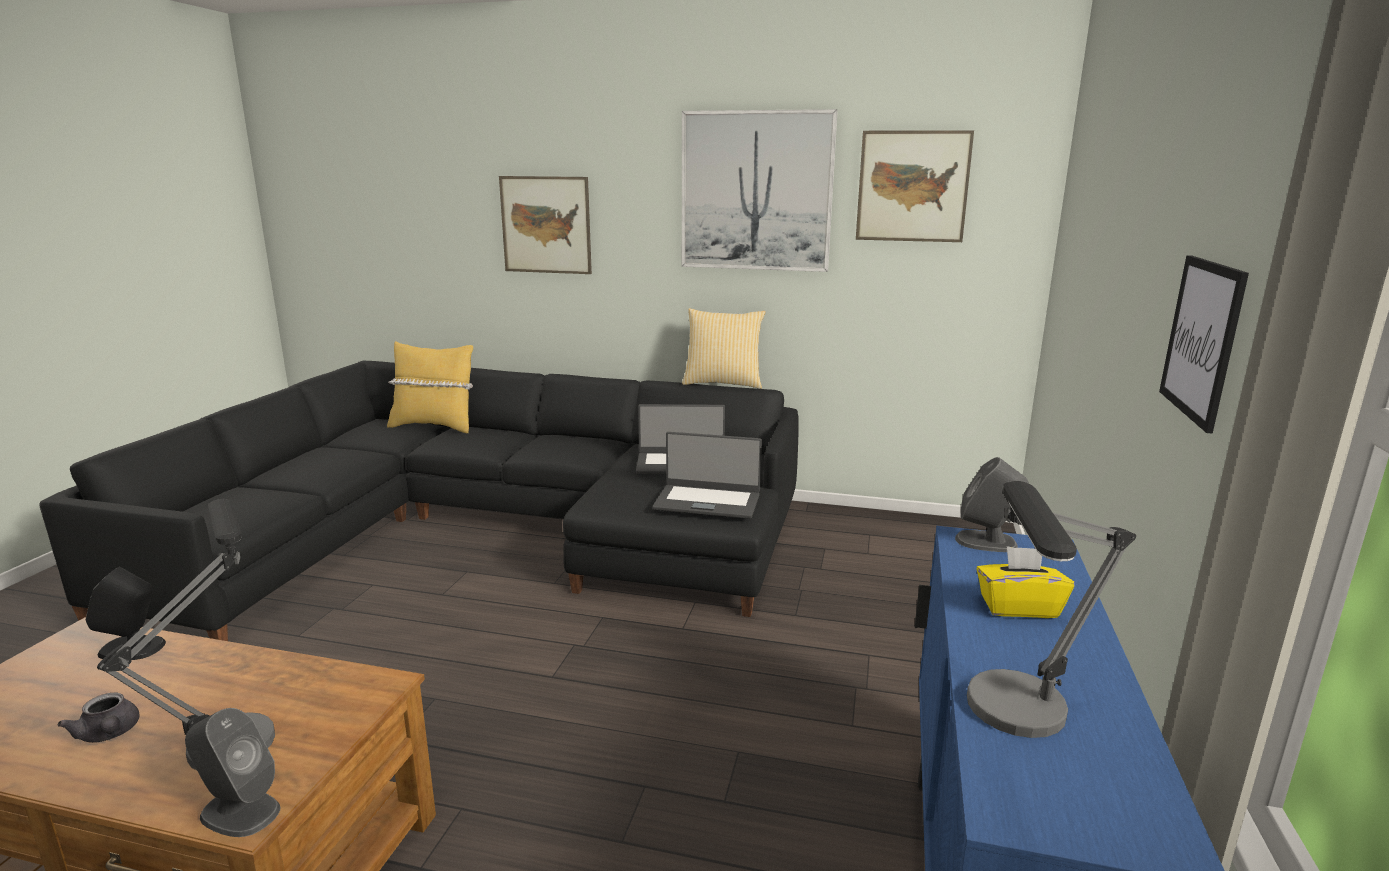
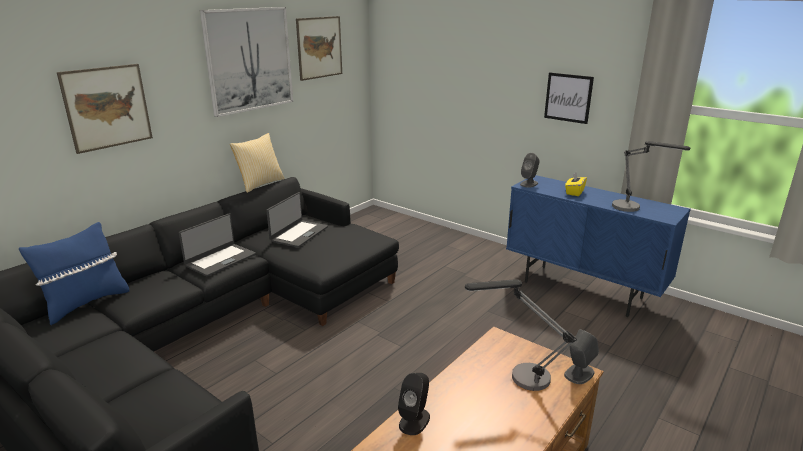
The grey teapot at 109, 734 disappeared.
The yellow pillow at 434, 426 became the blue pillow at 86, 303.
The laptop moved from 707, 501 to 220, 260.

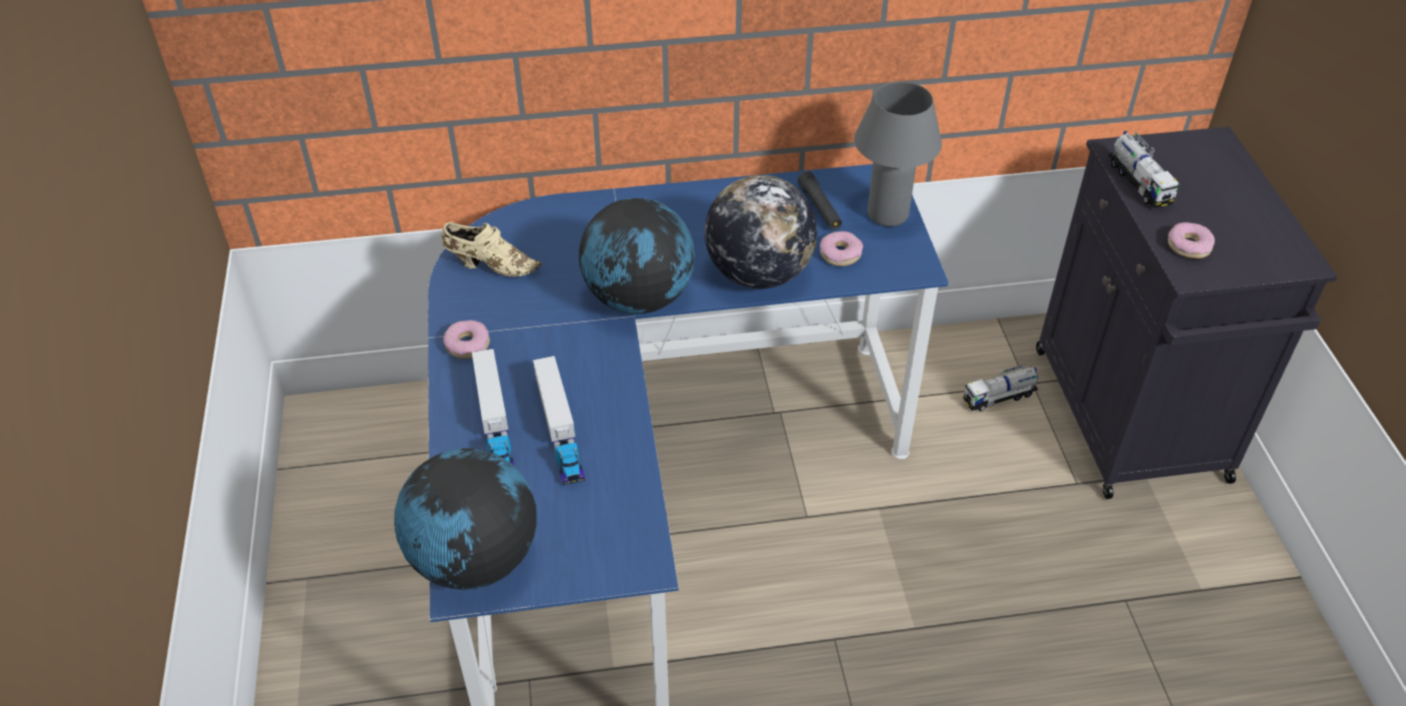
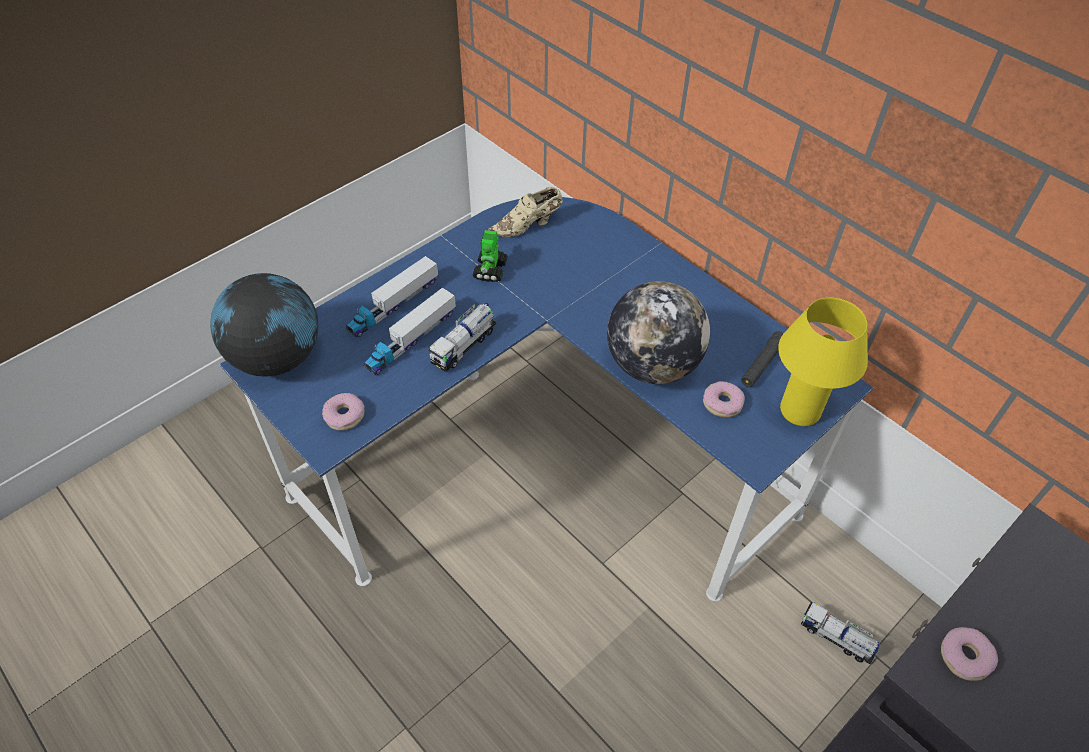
The beige shoe at 490, 265 turned 90 degrees clockwise.
The donut moved from 468, 345 to 344, 415.
The globe at 639, 298 disappeared.
The grey table lamp at 887, 214 became the yellow table lamp at 799, 411.
The toy truck moved from 1138, 183 to 464, 346.
The toy robot at 490, 270 appeared.

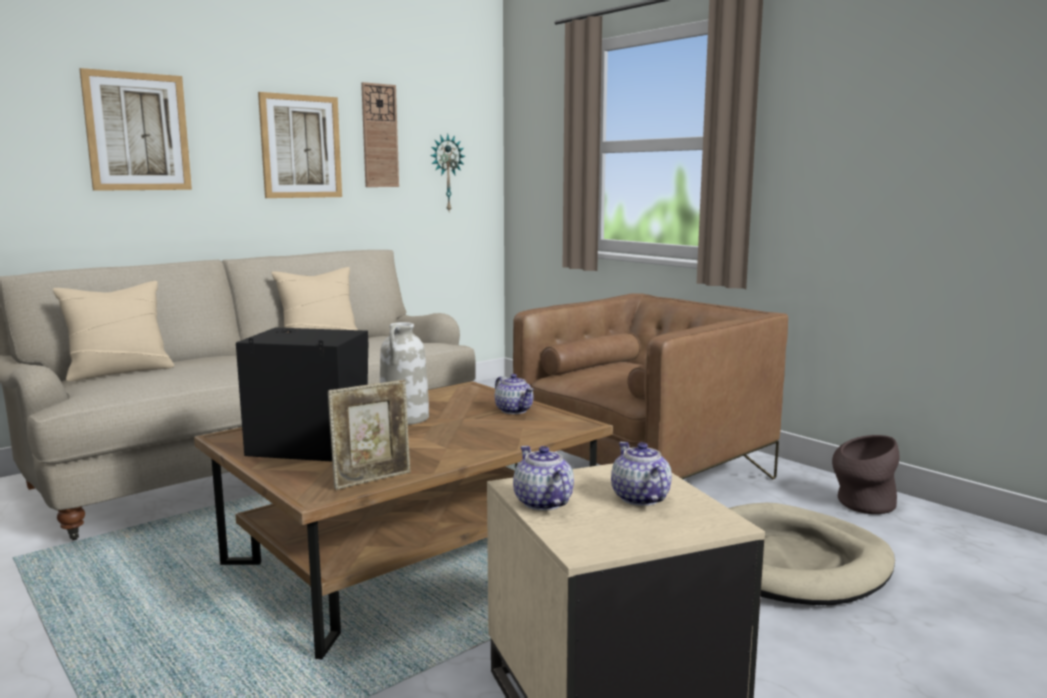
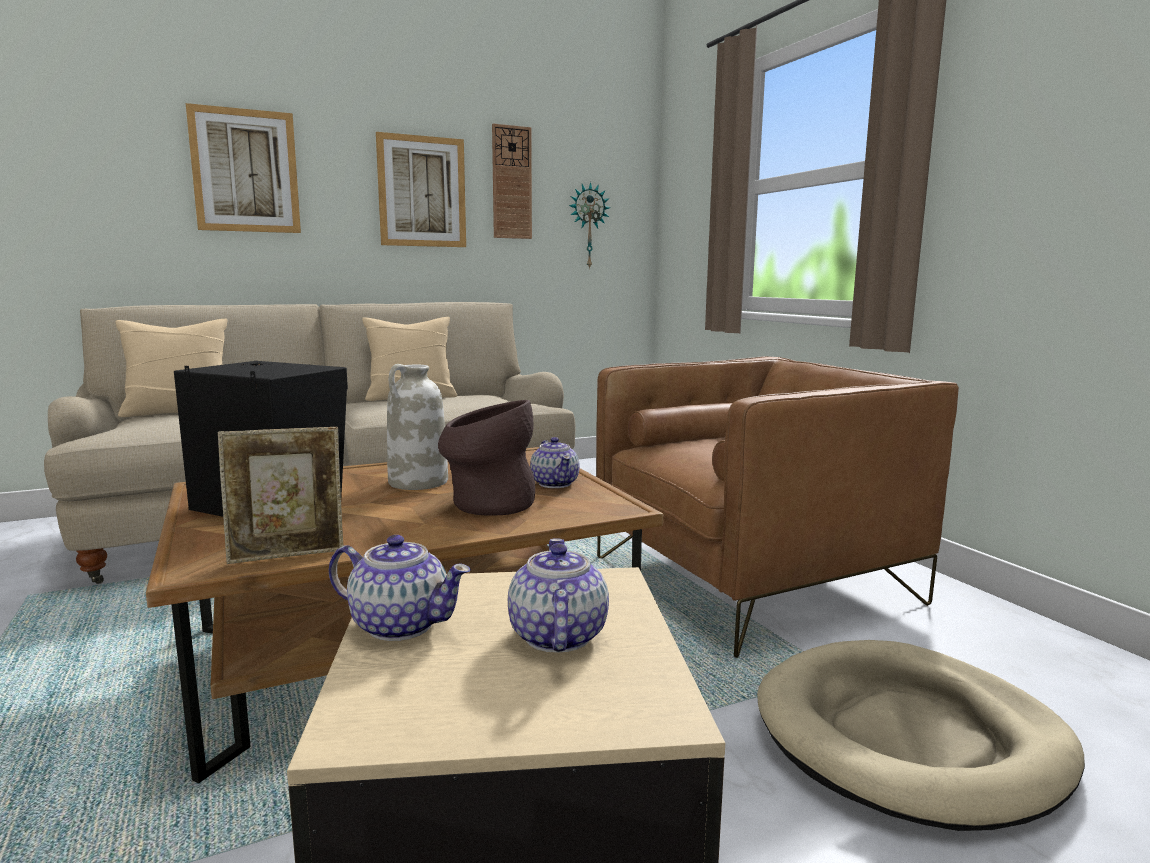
The teapot at 543, 503 turned 120 degrees clockwise.
The brown vase moved from 861, 505 to 487, 504.

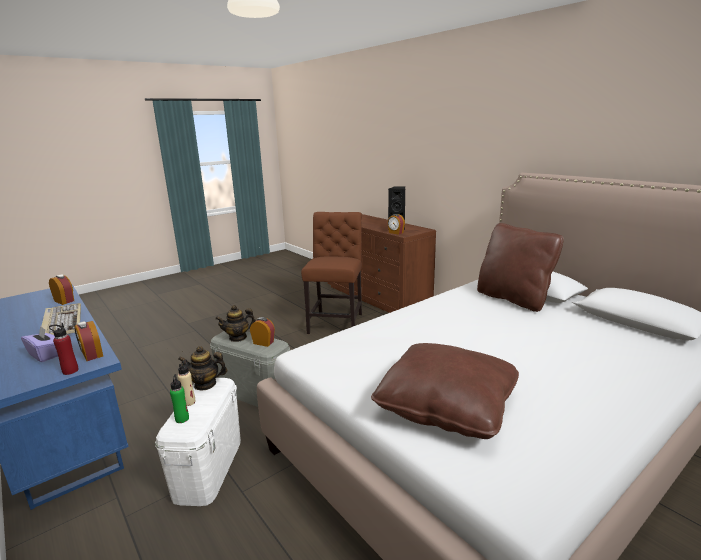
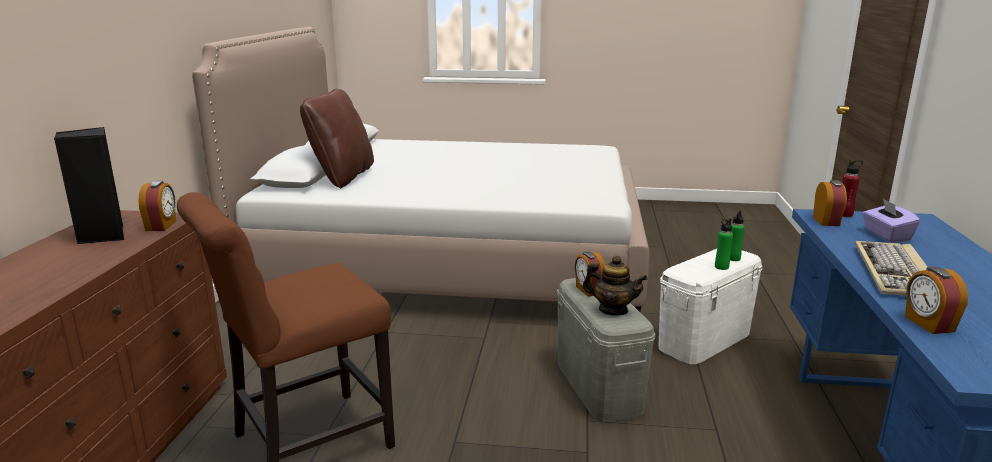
The teapot at 205, 384 disappeared.
The beige bottle at 189, 402 became the green bottle at 721, 267.
The brown pillow at 446, 406 disappeared.

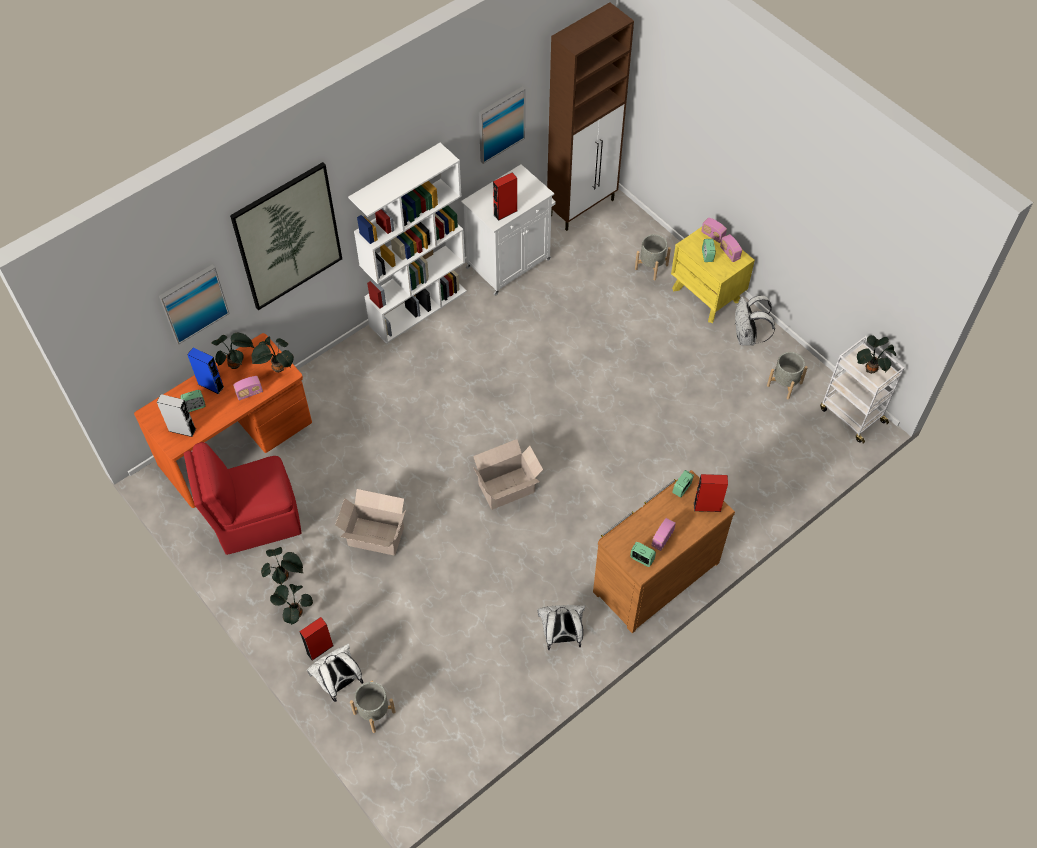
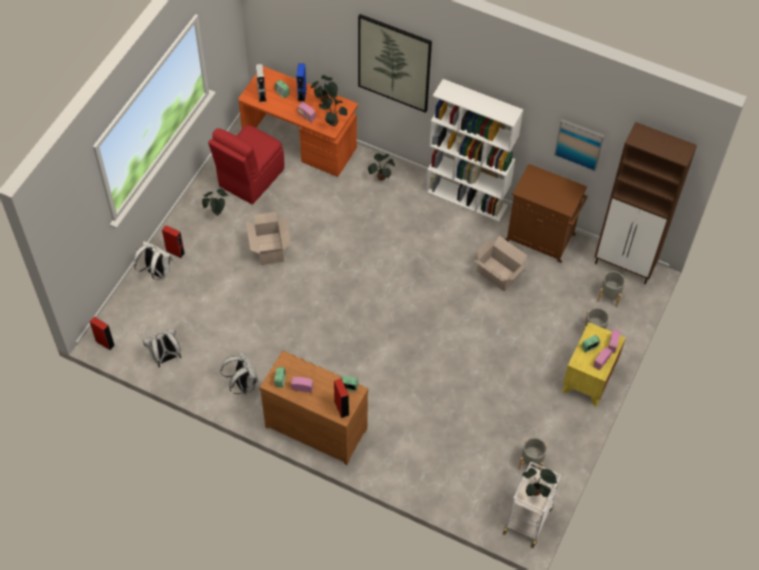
The picture at 194, 303 disappeared.
The red chair at 255, 520 turned 105 degrees counterclockwise.
The potted plant moved from 295, 613 to 381, 176.
The grey planter moved from 374, 712 to 609, 296.
The white cabinet at 509, 262 became the brown cabinet at 541, 238.
The cardboard box moved from 508, 488 to 498, 275.
The red speaker moved from 505, 213 to 105, 343.
The white backpack moved from 747, 337 to 166, 357.

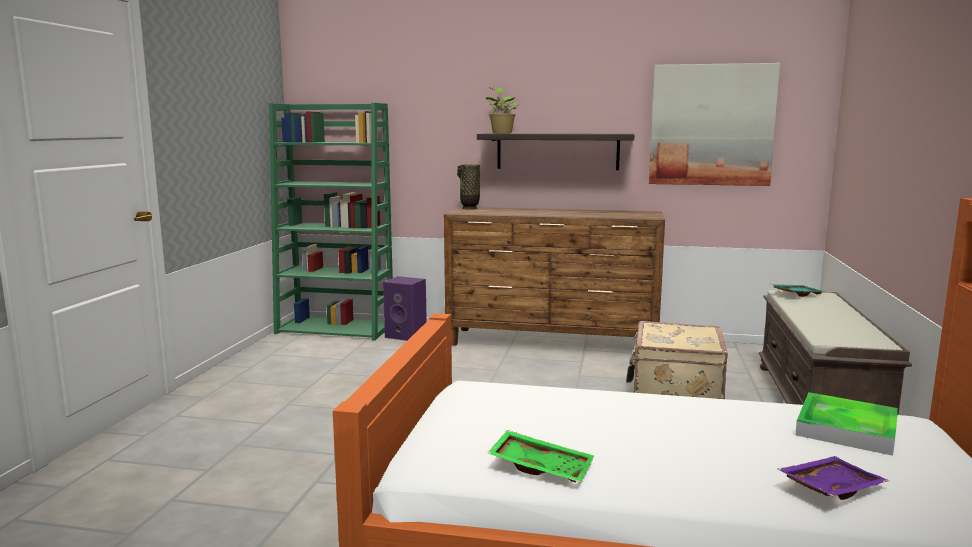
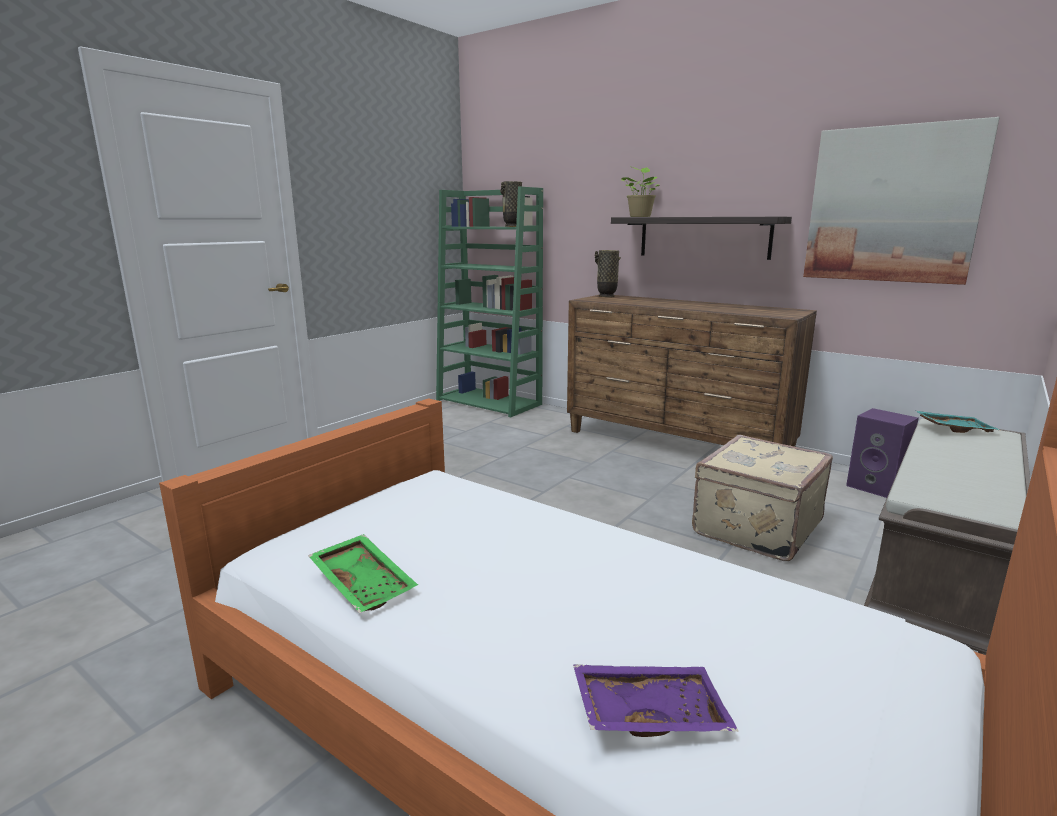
The purple speaker moved from 407, 335 to 877, 487.
The tray at 846, 429 disappeared.
The vase at 512, 226 appeared.

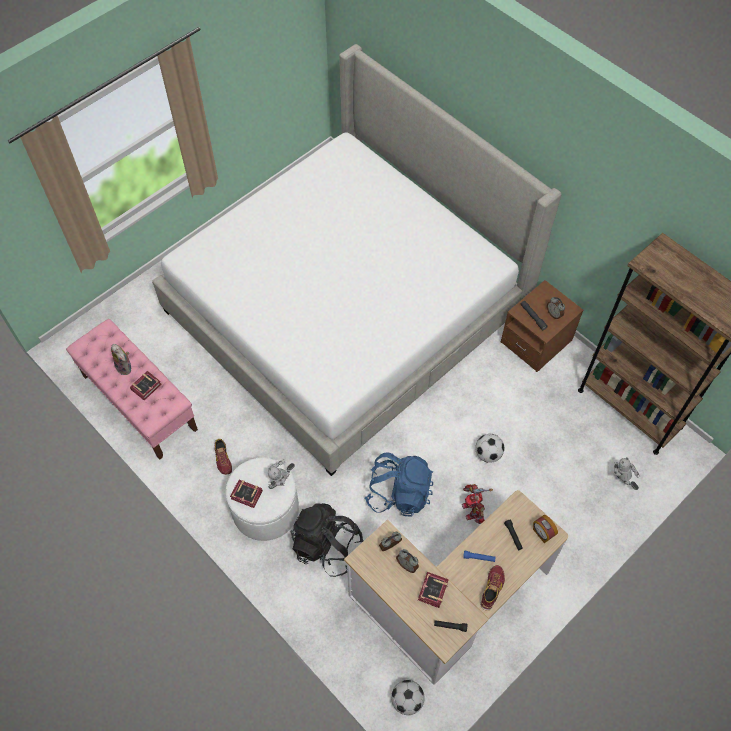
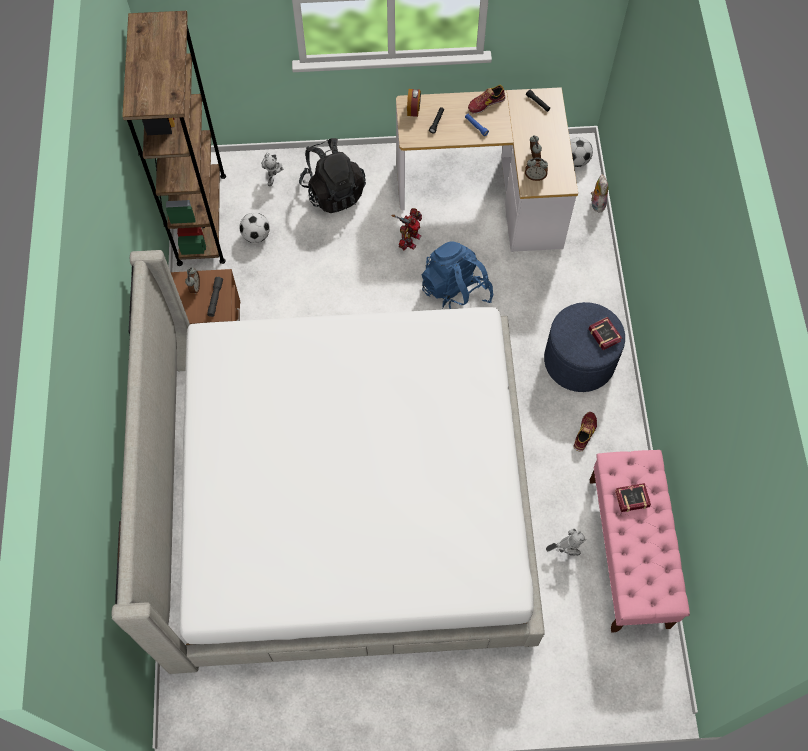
The plush toy moved from 125, 367 to 596, 203.
The white ottoman at 265, 509 became the blue ottoman at 579, 360.
The toy robot moved from 281, 482 to 564, 550.
The black backpack moved from 326, 546 to 333, 191.
The book at 431, 592 disappeared.
The football moved from 488, 454 to 256, 236.

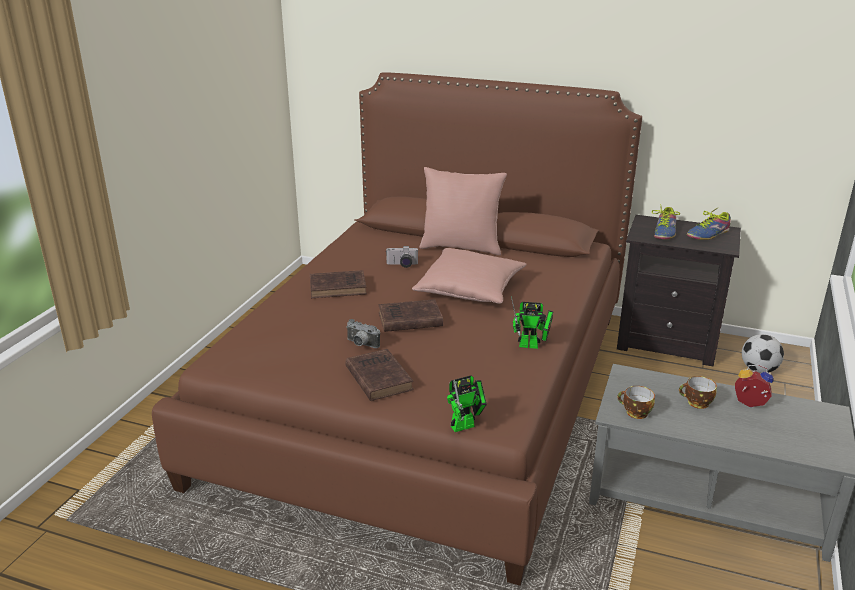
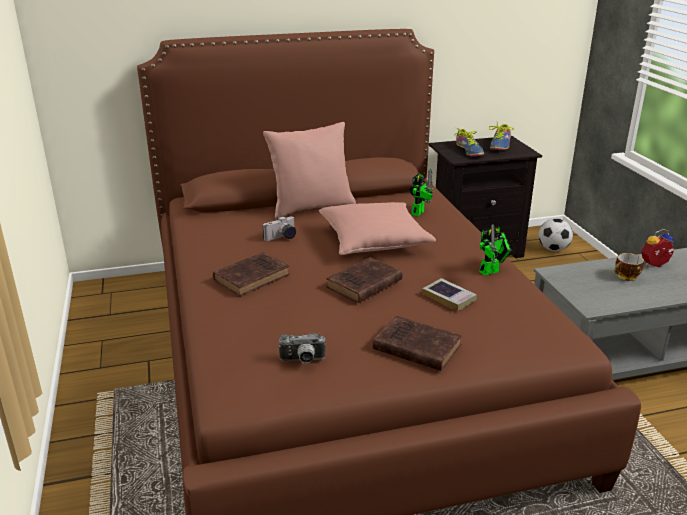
The photo camera moved from 361, 344 to 303, 361.
The toy robot moved from 466, 425 to 419, 212.
The cup at 635, 413 disappeared.
The book at 449, 297 appeared.

